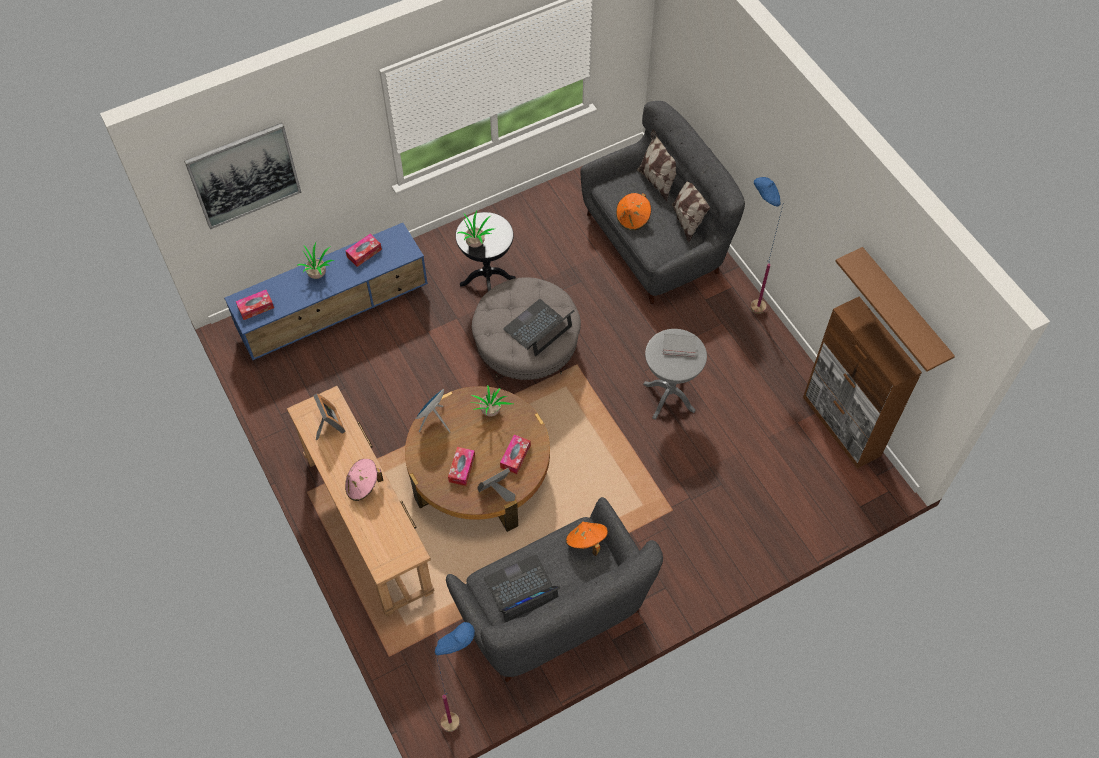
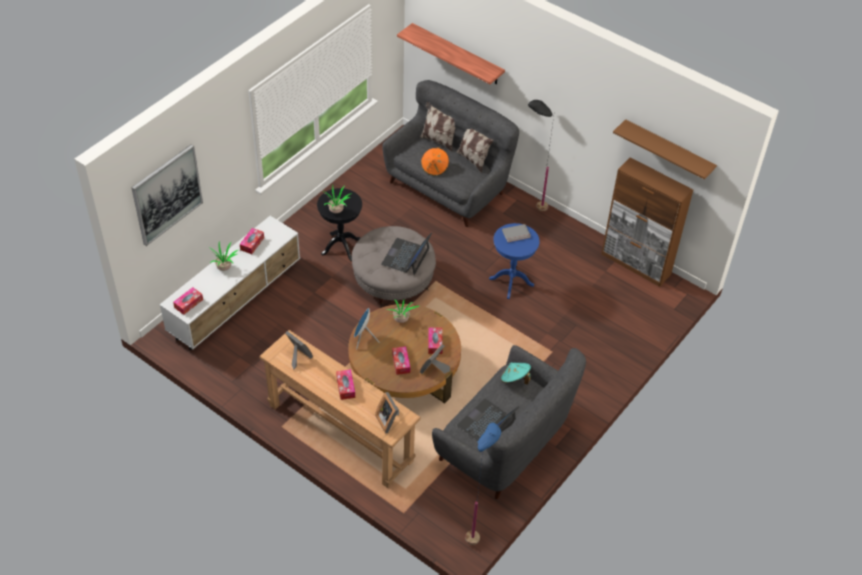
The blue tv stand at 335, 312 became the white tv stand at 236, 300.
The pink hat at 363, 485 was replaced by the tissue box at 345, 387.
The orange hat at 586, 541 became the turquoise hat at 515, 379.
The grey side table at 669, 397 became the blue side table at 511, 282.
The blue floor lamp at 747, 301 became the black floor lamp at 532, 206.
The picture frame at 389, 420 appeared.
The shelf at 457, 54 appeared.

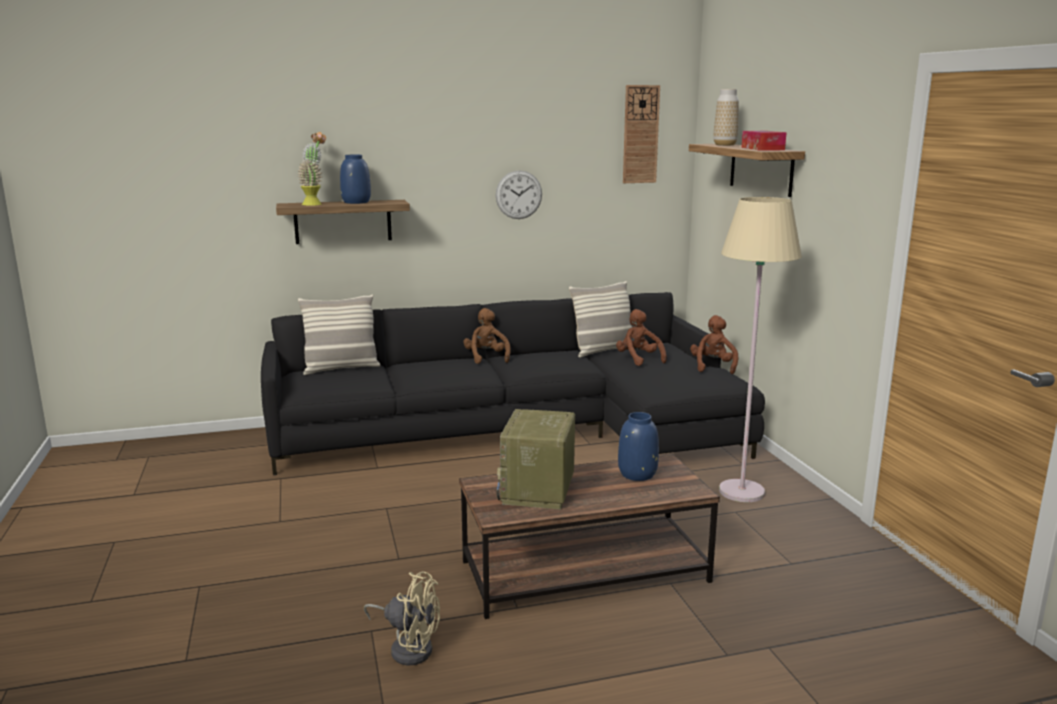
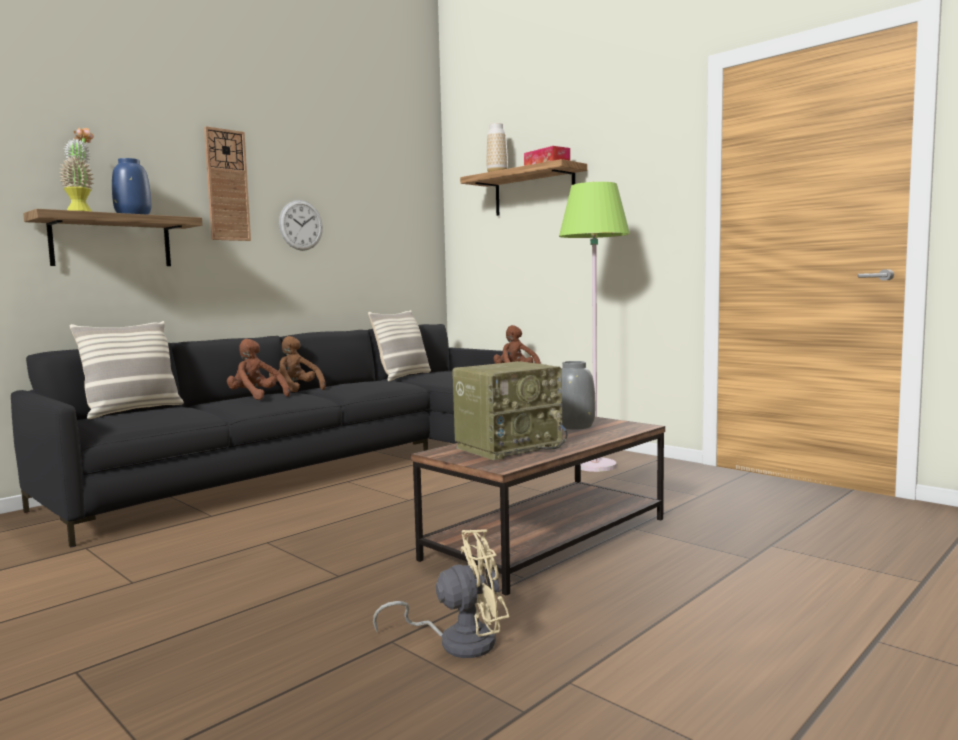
The radio at 538, 491 turned 105 degrees counterclockwise.
The brown plush toy moved from 638, 359 to 256, 397.
The blue vase at 637, 474 became the grey vase at 573, 426.
The wall clock moved from 640, 134 to 227, 185.
The beige floor lamp at 741, 492 became the green floor lamp at 595, 466.

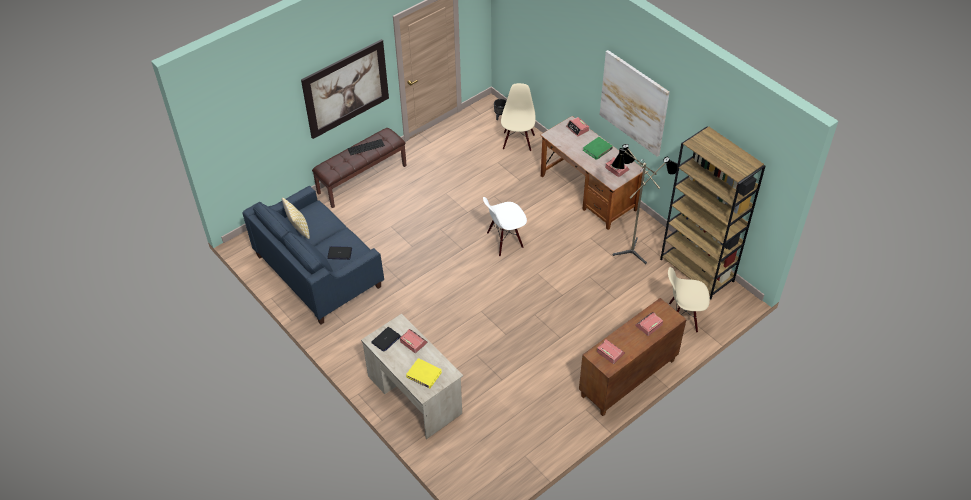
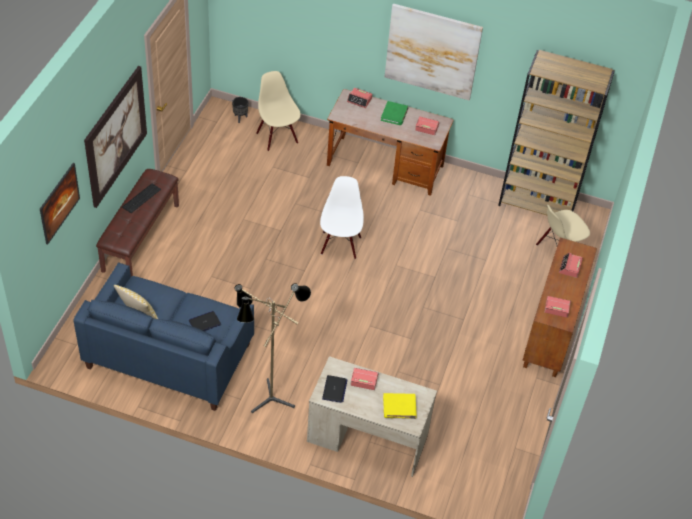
The white chair at 504, 241 turned 150 degrees clockwise.
The floor lamp moved from 630, 249 to 267, 397.
The picture at 61, 212 appeared.

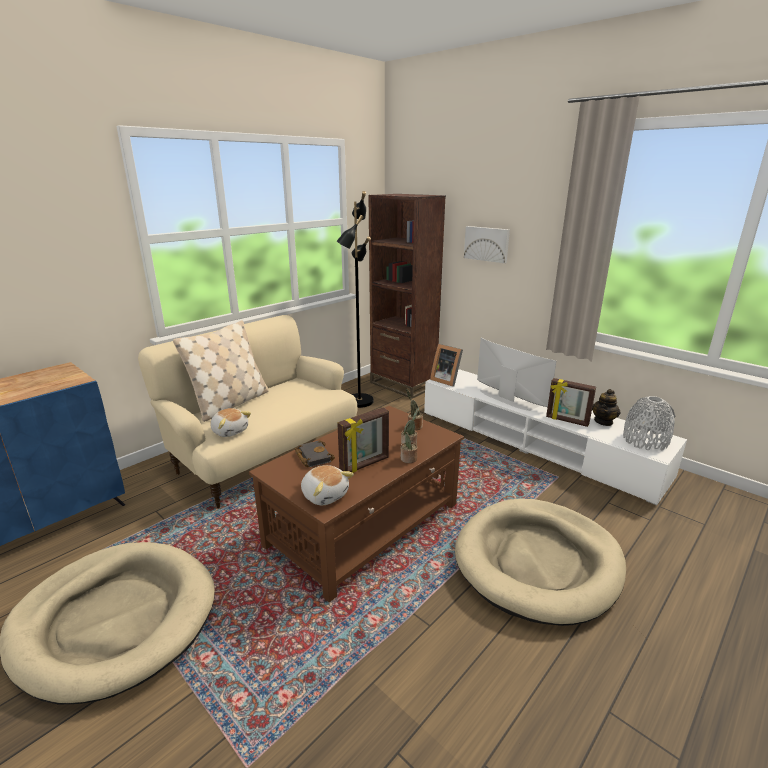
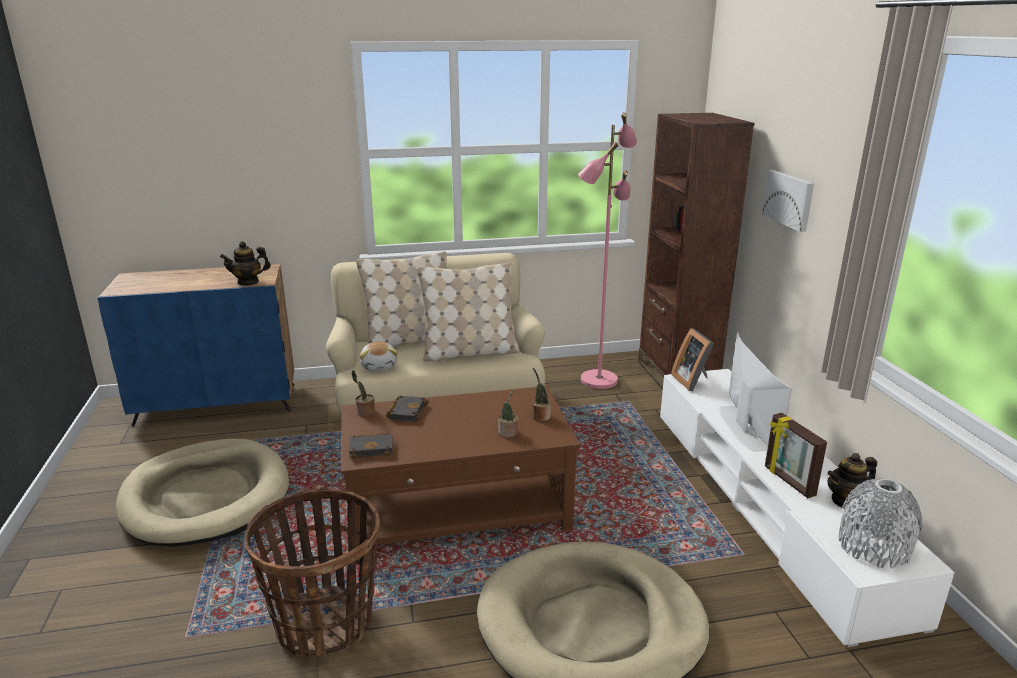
The plush toy at 325, 494 was replaced by the black book at 372, 448.
The black floor lamp at 358, 401 became the pink floor lamp at 598, 380.
The picture frame at 365, 465 disappeared.
The potted plant moved from 408, 459 to 364, 412.
The teapot at 248, 282 appeared.
The basket at 325, 623 appeared.
The beige pillow at 469, 352 appeared.

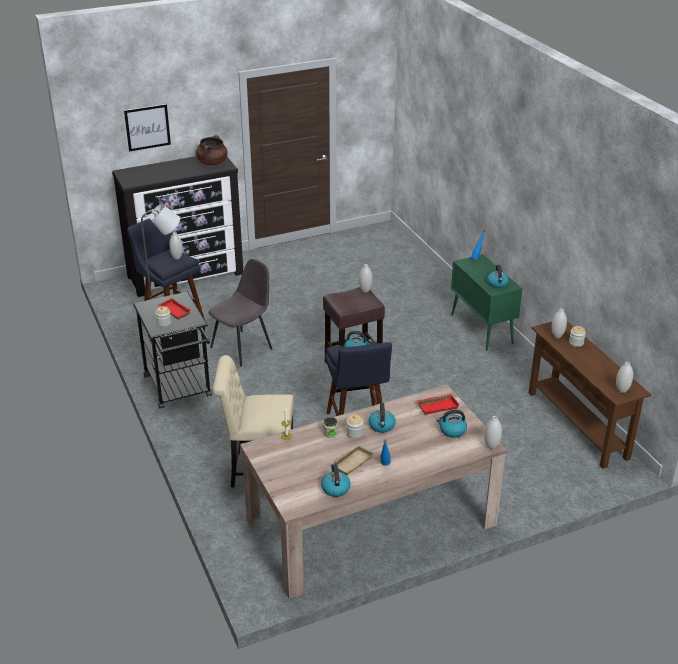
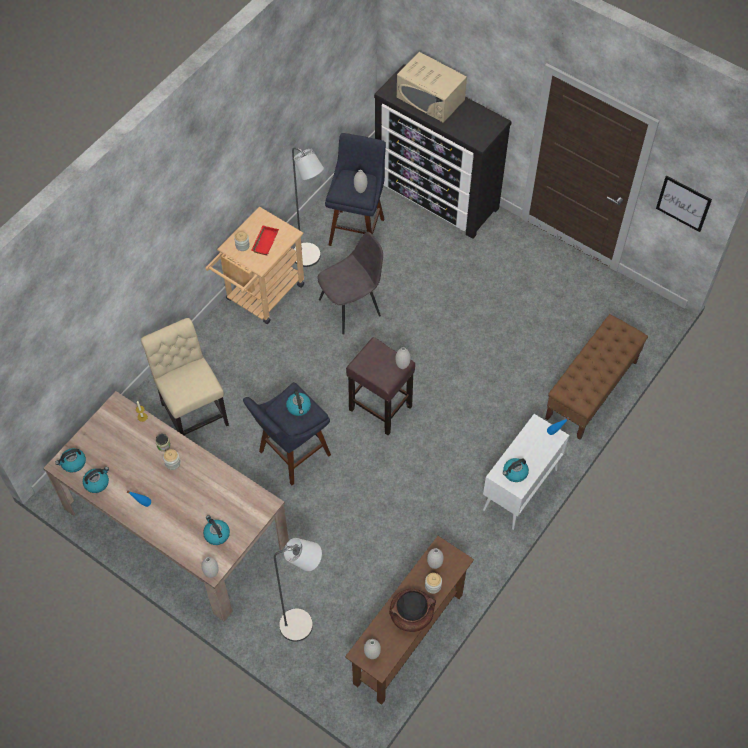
The picture moved from 147, 127 to 683, 203.
The black cart at 180, 389 became the beige cart at 261, 296.
The brown cooking pot moved from 212, 162 to 411, 615.
The grey chair at 242, 347 turned 45 degrees counterclockwise.
The beige tray at 351, 462 disappeared.
The kettle moved from 382, 426 to 73, 463.
The red tray at 437, 406 disappeared.
The green cabinet at 482, 329 became the white cabinet at 520, 490.
The grey floor lamp at 303, 624 appeared.
The beige microwave at 430, 98 appeared.
The brown bench at 591, 390 appeared.

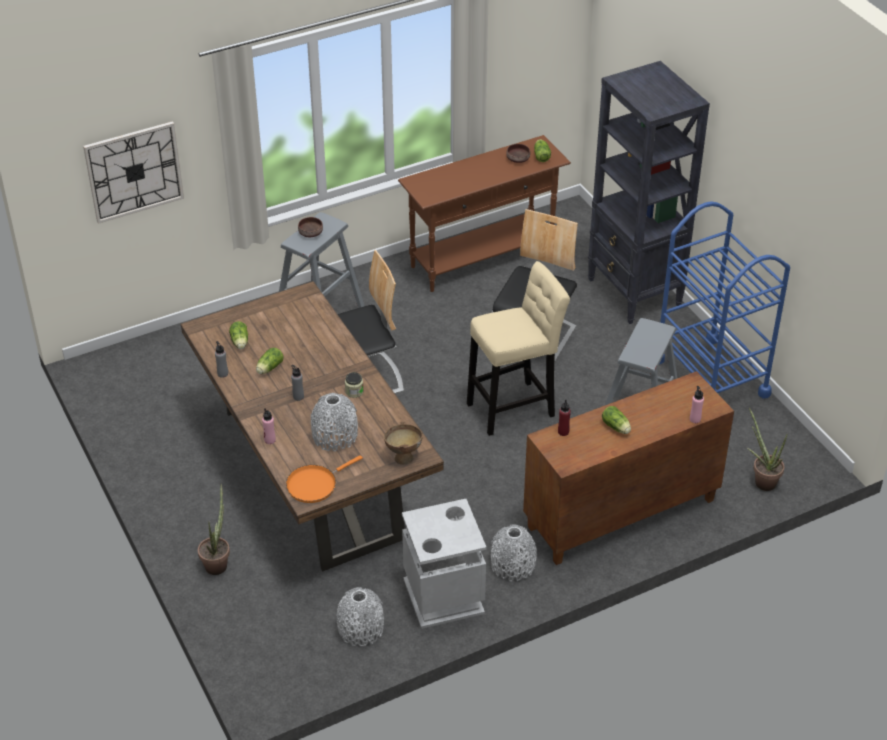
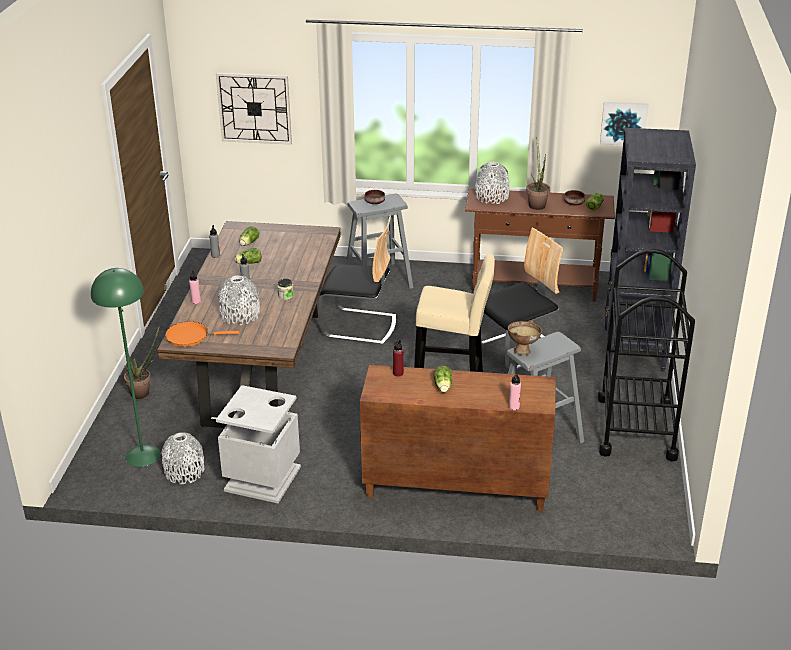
The brown bowl moved from 403, 455 to 523, 350.
The grey vase moved from 512, 565 to 491, 197.
The blue cart at 710, 377 became the black cart at 636, 428.
The potted plant moved from 762, 480 to 536, 204.
The green floor lamp at 142, 455 appeared.
The picture at 623, 123 appeared.

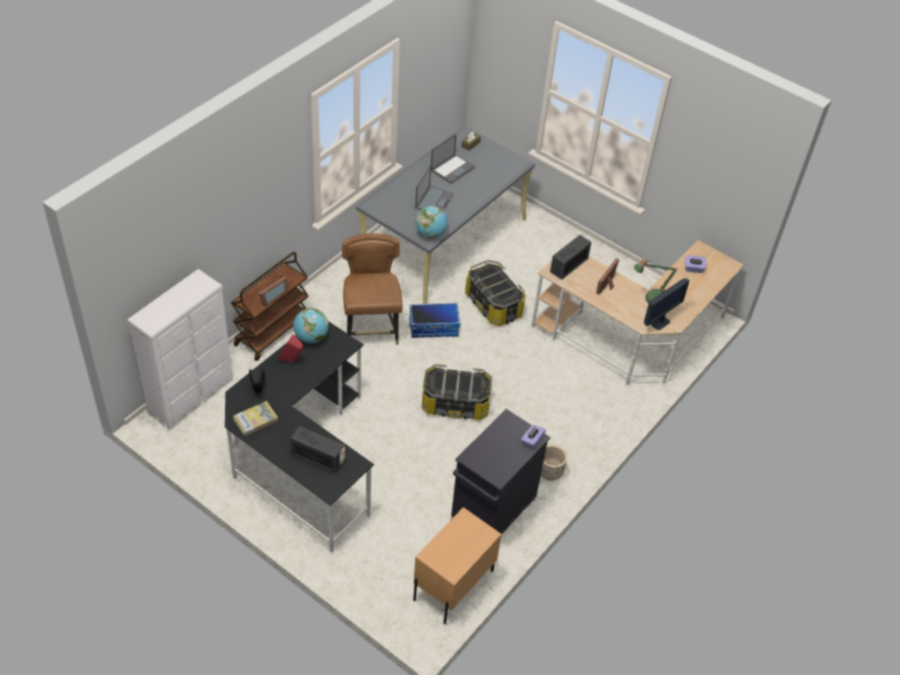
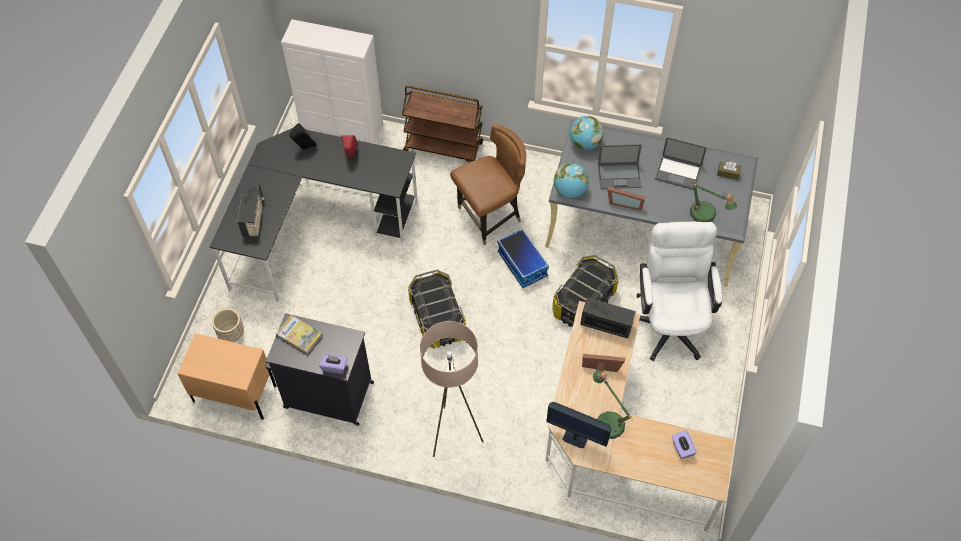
The book moved from 255, 419 to 299, 335.
The picture frame moved from 271, 297 to 624, 202.
The globe moved from 311, 337 to 584, 143.
The beige planter moved from 549, 472 to 231, 334.
The beige floor lamp at 453, 434 appeared.
The white office chair at 670, 322 appeared.
The table lamp at 706, 216 appeared.

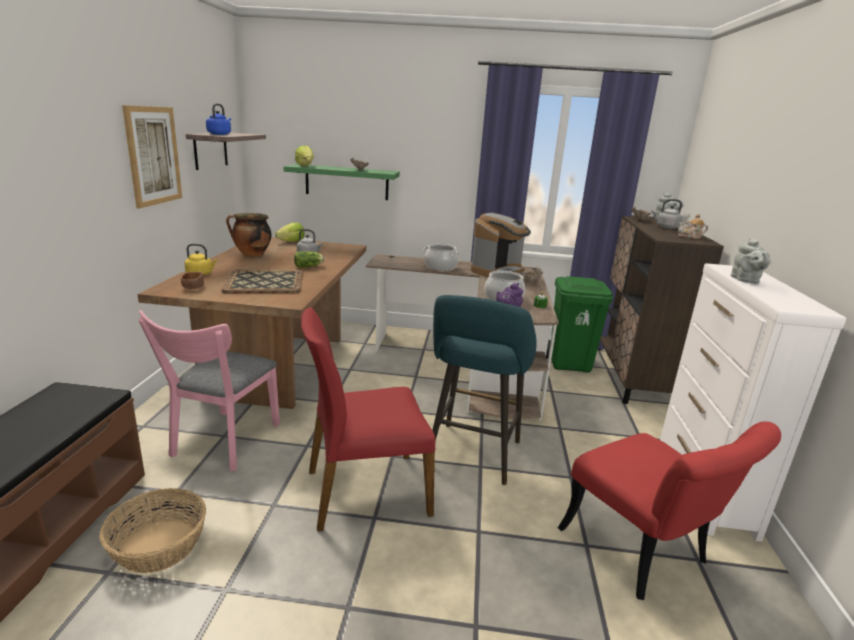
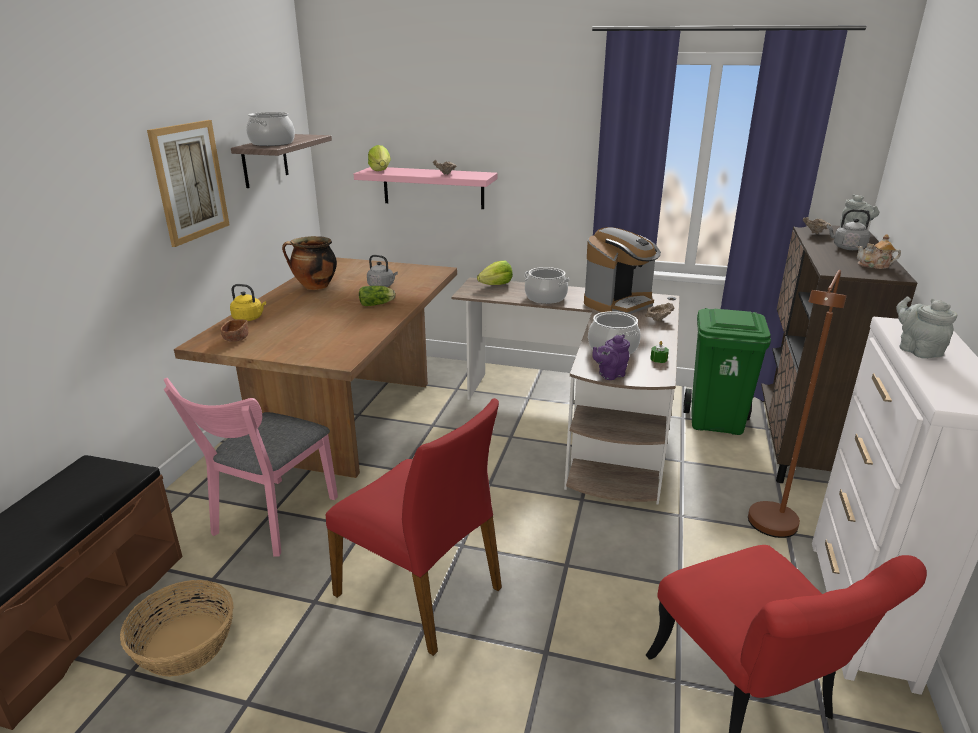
The blue kettle at 220, 134 was replaced by the cooking pot at 272, 143.
The tray at 265, 282 disappeared.
The lettuce moved from 291, 242 to 496, 285.
The green shelf at 347, 182 became the pink shelf at 433, 187.
The red chair at 365, 491 turned 135 degrees counterclockwise.
The turquoise stool at 472, 456 disappeared.
The grey teapot at 745, 280 turned 150 degrees clockwise.
The brown floor lamp at 771, 530 appeared.

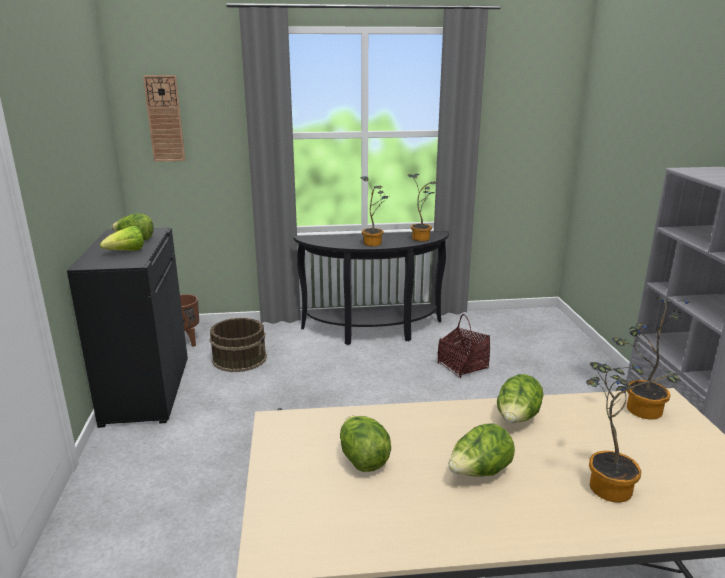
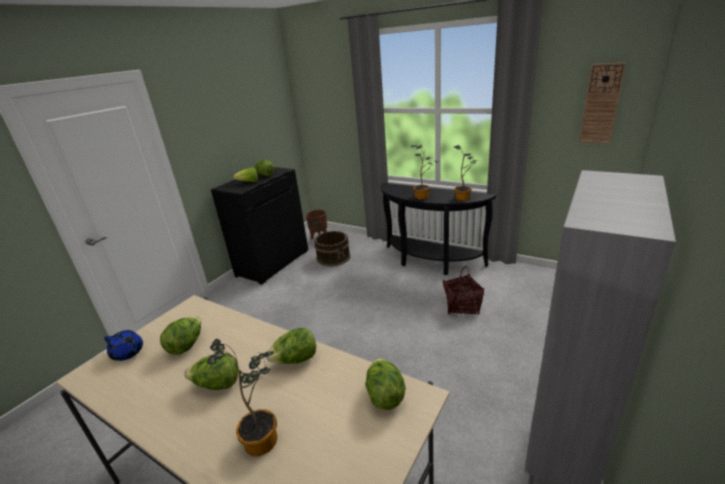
The wall clock moved from 165, 119 to 601, 104.
The potted plant at 638, 410 was replaced by the lettuce at 385, 395.
The blue teapot at 128, 353 appeared.

